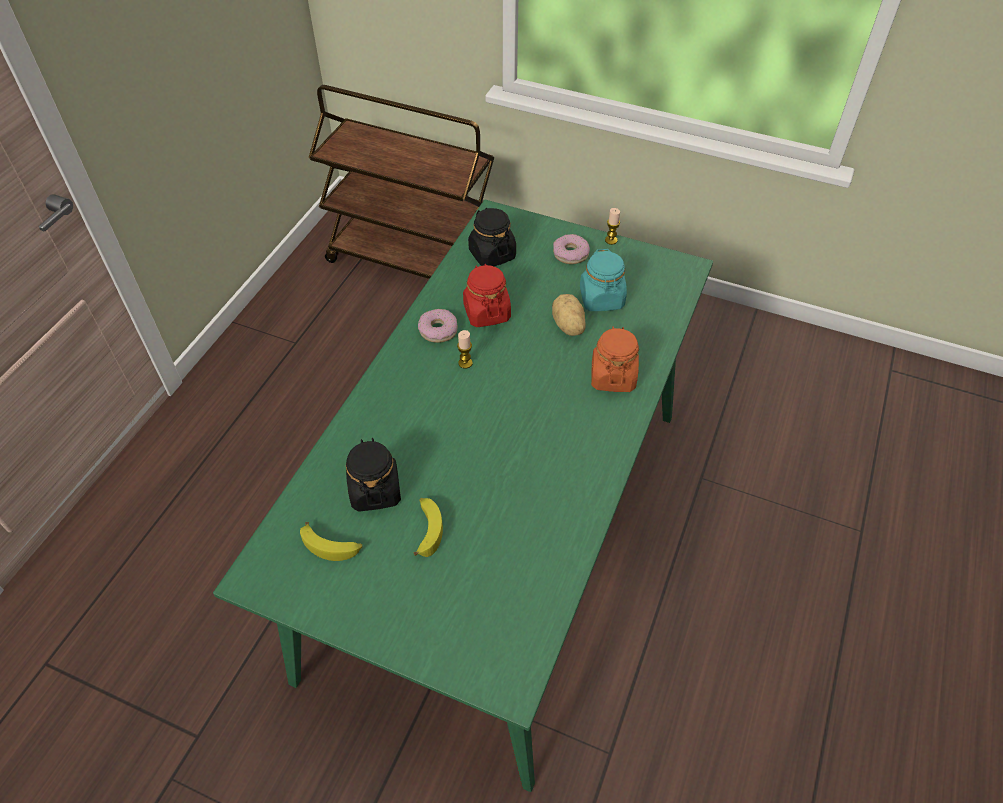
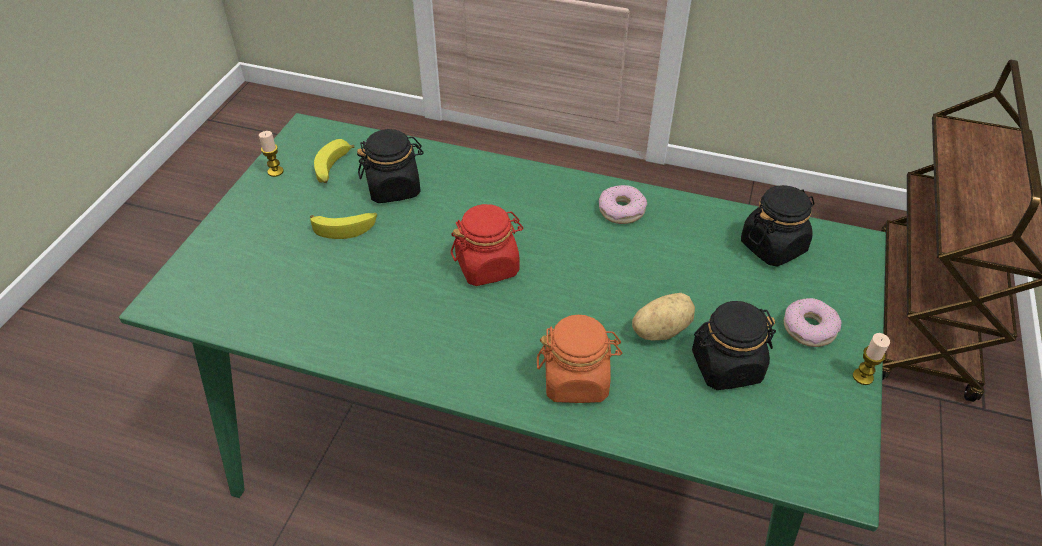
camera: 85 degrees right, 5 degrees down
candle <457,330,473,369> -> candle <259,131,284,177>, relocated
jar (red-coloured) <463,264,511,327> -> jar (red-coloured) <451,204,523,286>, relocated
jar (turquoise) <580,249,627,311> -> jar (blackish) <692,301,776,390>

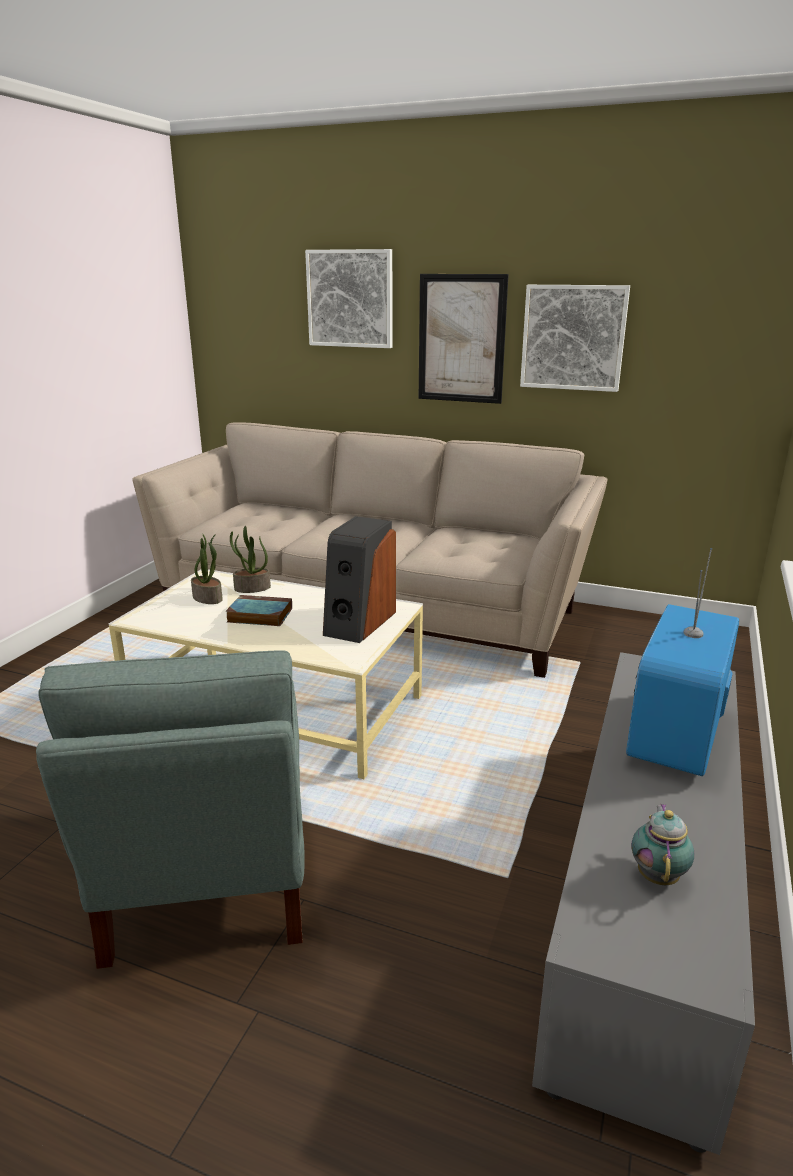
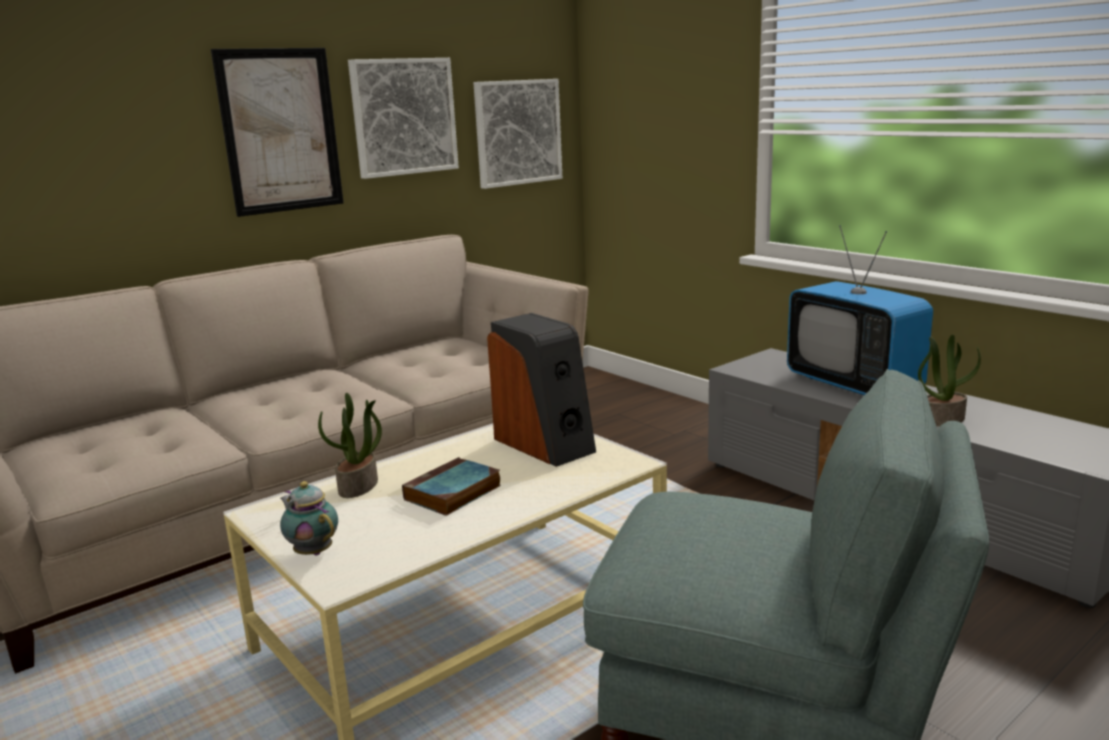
camera: 60 degrees left, 5 degrees down
houseplant <191,534,223,604> -> houseplant <918,335,981,426>, relocated
wall picture <305,249,393,348> -> wall picture <473,79,562,189>, relocated
tea pot <632,803,694,885> -> tea pot <280,481,338,555>, relocated

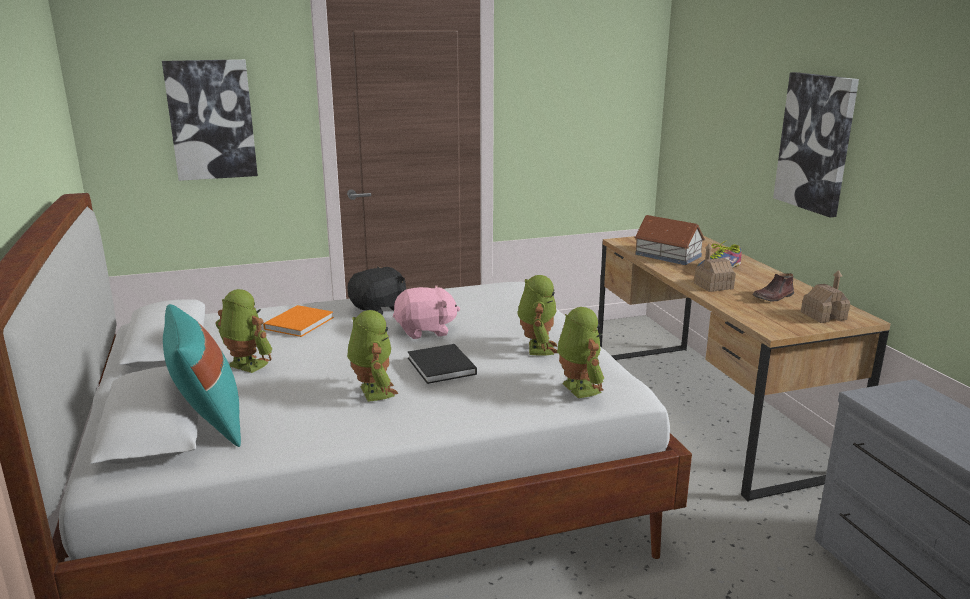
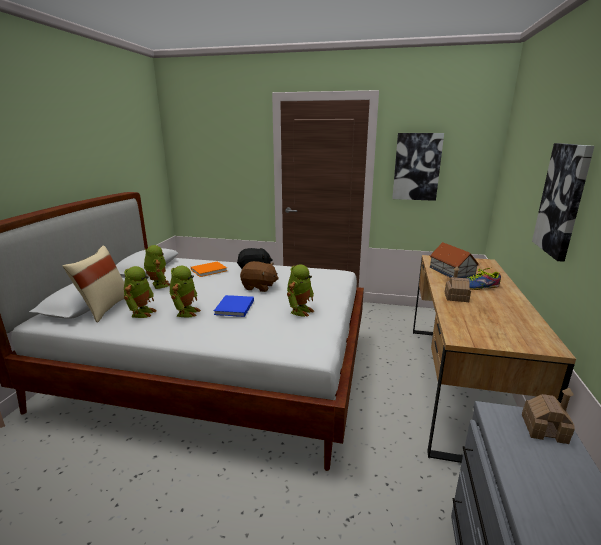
camera: 30 degrees right, 0 degrees up
shoe (brown-coloured) <752,273,794,301> -> none
wall picture <162,59,258,181> -> wall picture <392,133,444,201>, relocated
toy robot <557,307,604,398> -> toy robot <124,266,156,318>, relocated
toy house <801,270,850,323> -> toy house <522,388,575,444>, relocated
cushion (turquoise) <163,304,241,447> -> cushion (beige-coloured) <62,245,124,323>
plush toy (pink) <393,286,460,339> -> plush toy (brown-coloured) <240,261,279,292>
volume (blackish) <408,344,477,384> -> volume (bluish) <214,295,254,317>

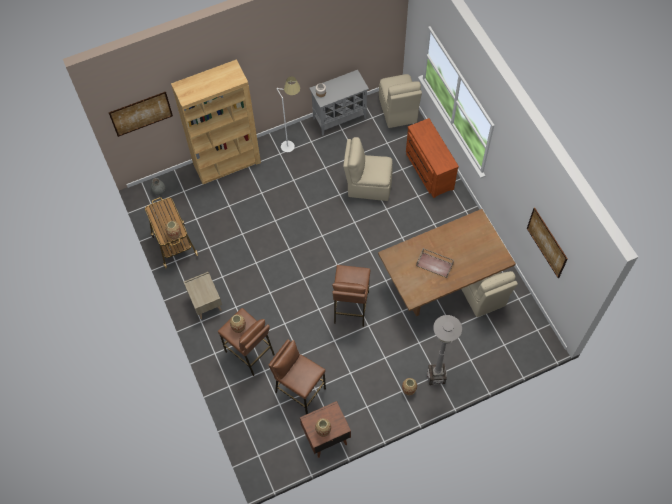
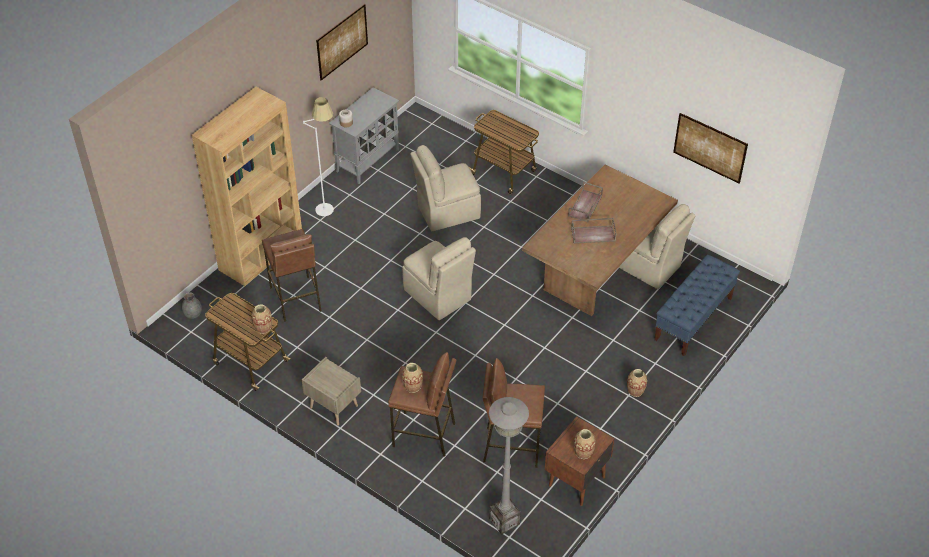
camera: 30 degrees left, 15 degrees down
none -> tray (brown-coloured) <568,182,603,222>
none -> long seat (bluish) <654,254,740,356>
wall picture <109,92,173,137> -> wall picture <316,4,368,80>, relocated
sitting stool (brown-coloured) <332,265,370,327> -> sitting stool (brown-coloured) <262,229,322,322>, relocated
upright chair (beige-coloured) <379,74,422,128> -> upright chair (beige-coloured) <402,237,476,320>, relocated
standard lamp (greyish) <427,315,462,385> -> standard lamp (greyish) <489,397,529,535>, relocated
dresser (brown-coloured) <406,118,459,198> -> cart <469,110,539,194>

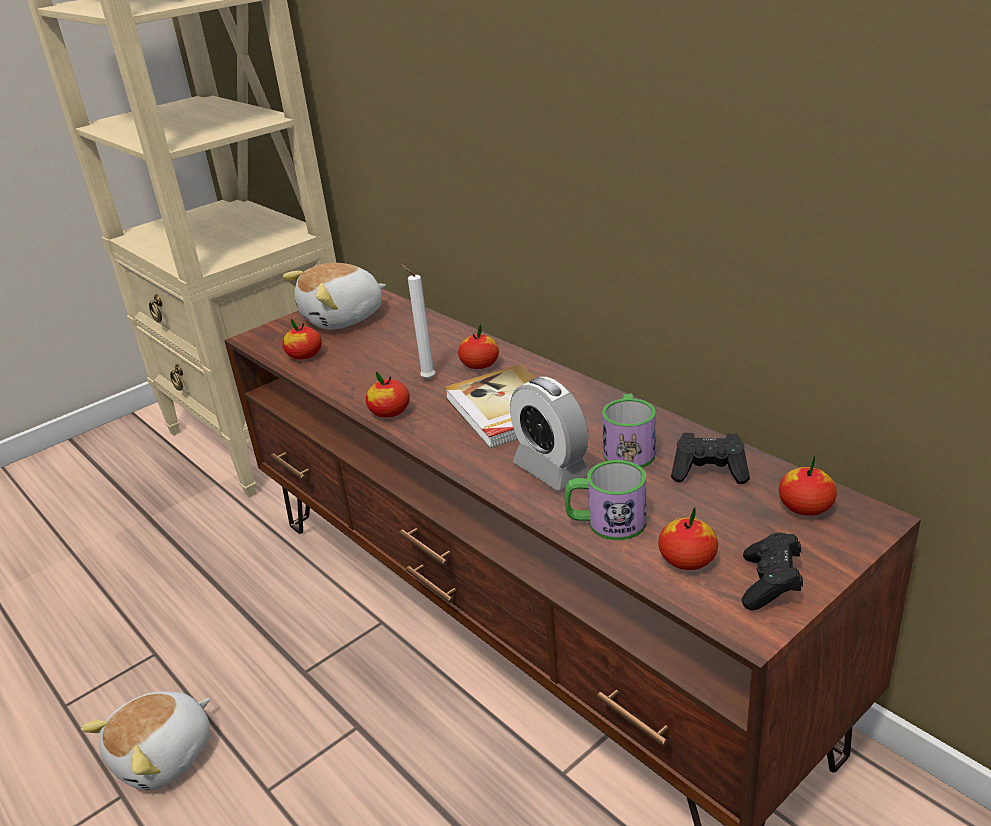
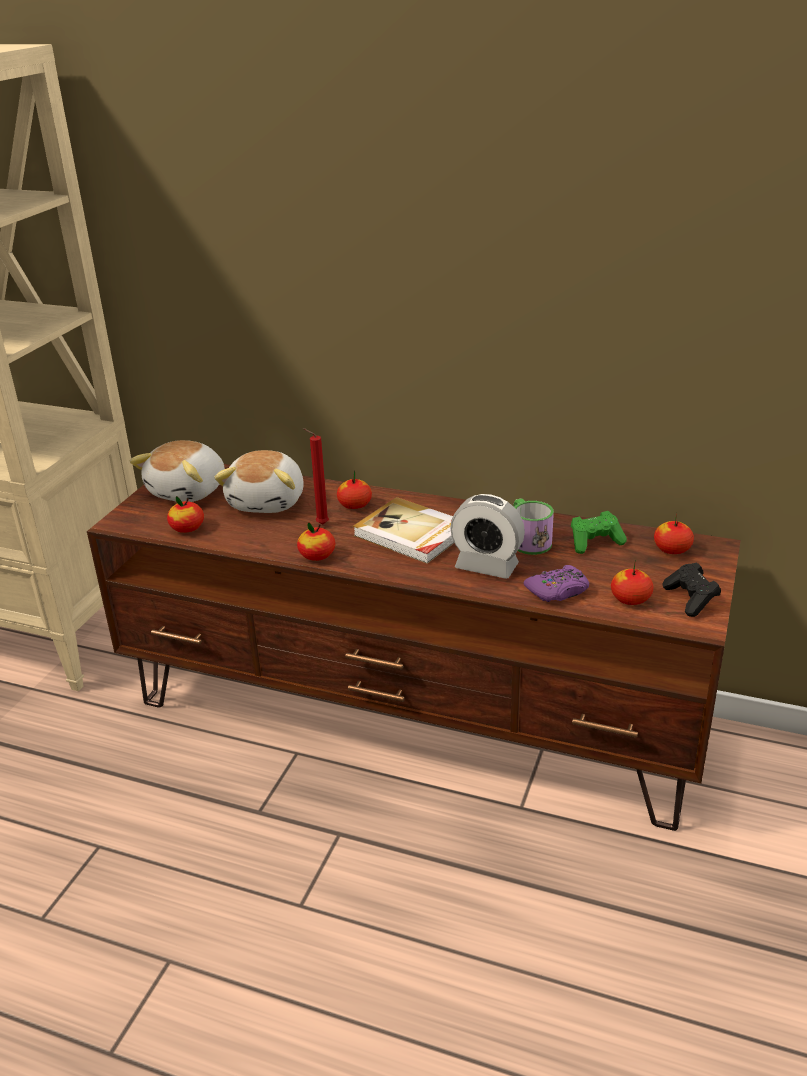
camera: 30 degrees left, 0 degrees up
plush toy <81,691,210,790> -> plush toy <214,450,304,513>, relocated
tea mug <564,460,646,540> -> game controller (purple-coloured) <524,565,589,602>
candle (white) <400,264,436,379> -> candle (red-coloured) <303,428,329,524>
game controller (blackish) <671,433,750,484> -> game controller (green-coloured) <571,511,627,554>

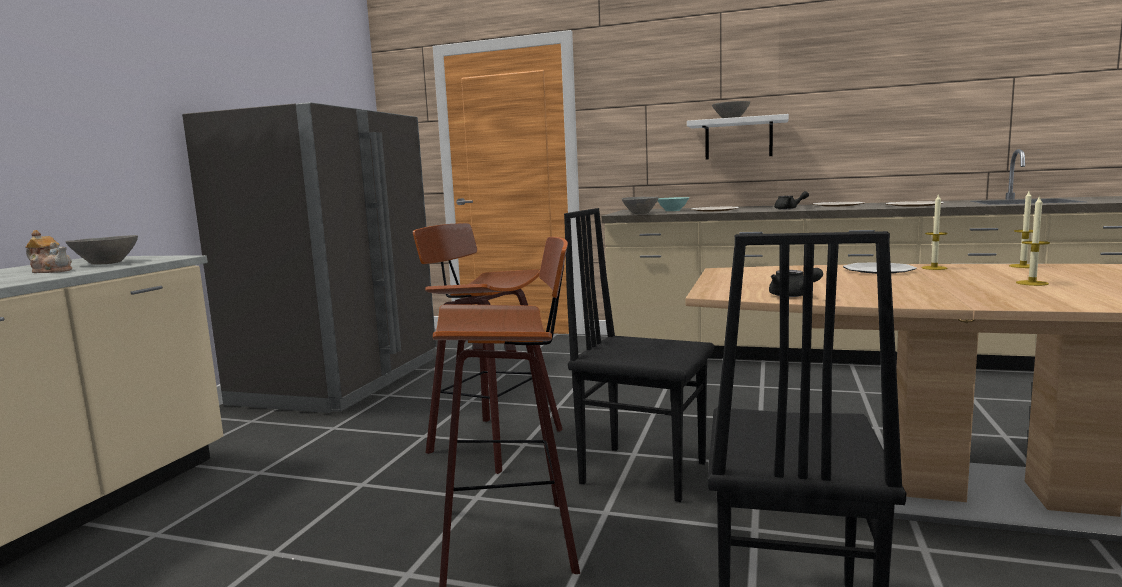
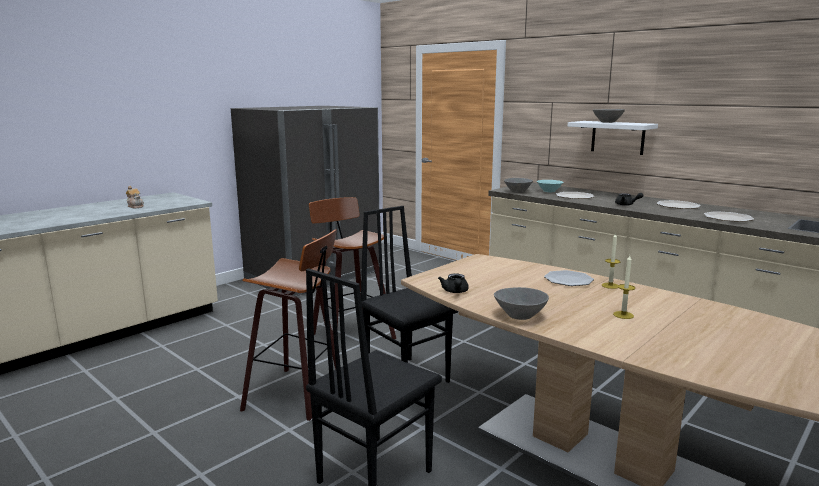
camera: 25 degrees right, 5 degrees up
candle <1009,191,1033,268> -> none
serving bowl (greyish) <66,235,138,265> -> serving bowl (greyish) <494,287,549,320>, relocated

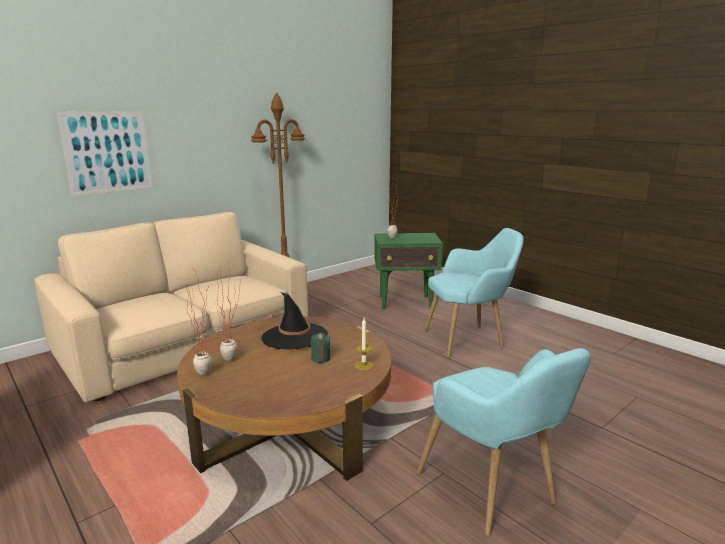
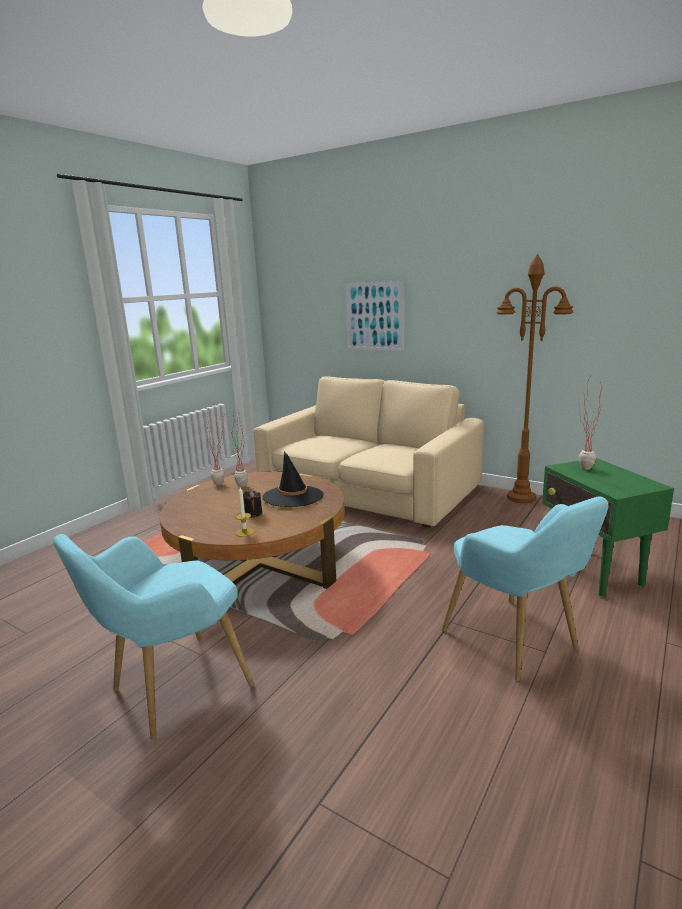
camera: 75 degrees right, 0 degrees up
candle (green-coloured) <310,333,330,363> -> candle (blackish) <243,491,262,518>

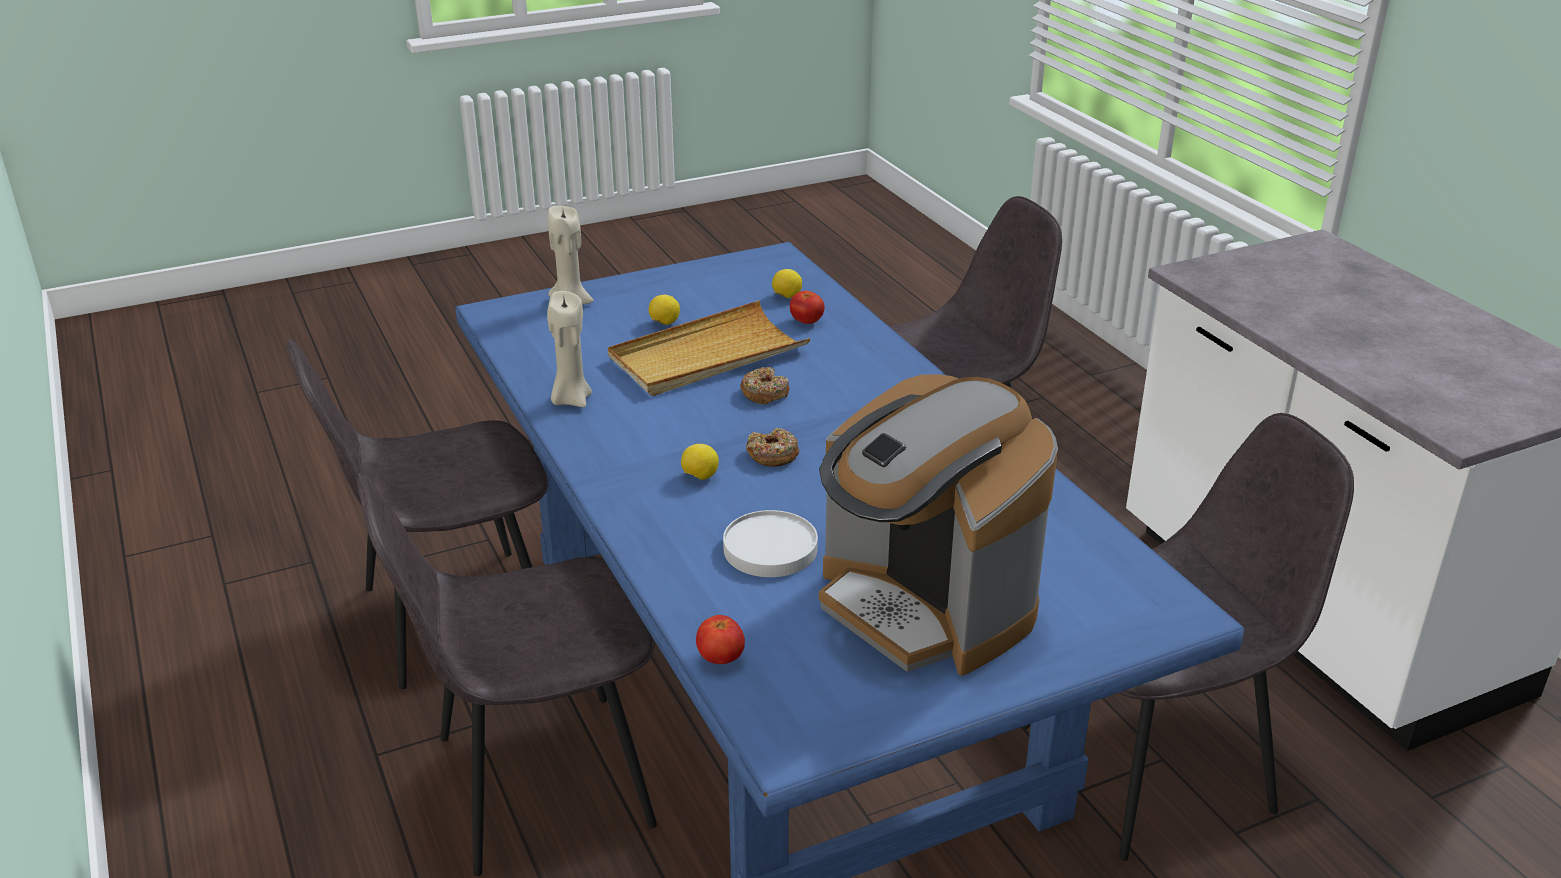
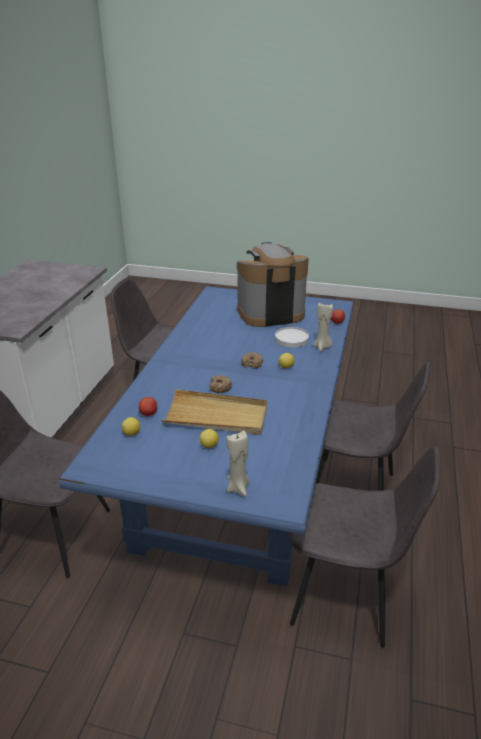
camera: 140 degrees left, 0 degrees up
candle (beige-coloured) <547,291,592,407> -> candle (beige-coloured) <313,302,333,351>, relocated
coffee maker <819,374,1058,676> -> coffee maker <237,242,309,327>, 105 degrees counterclockwise

